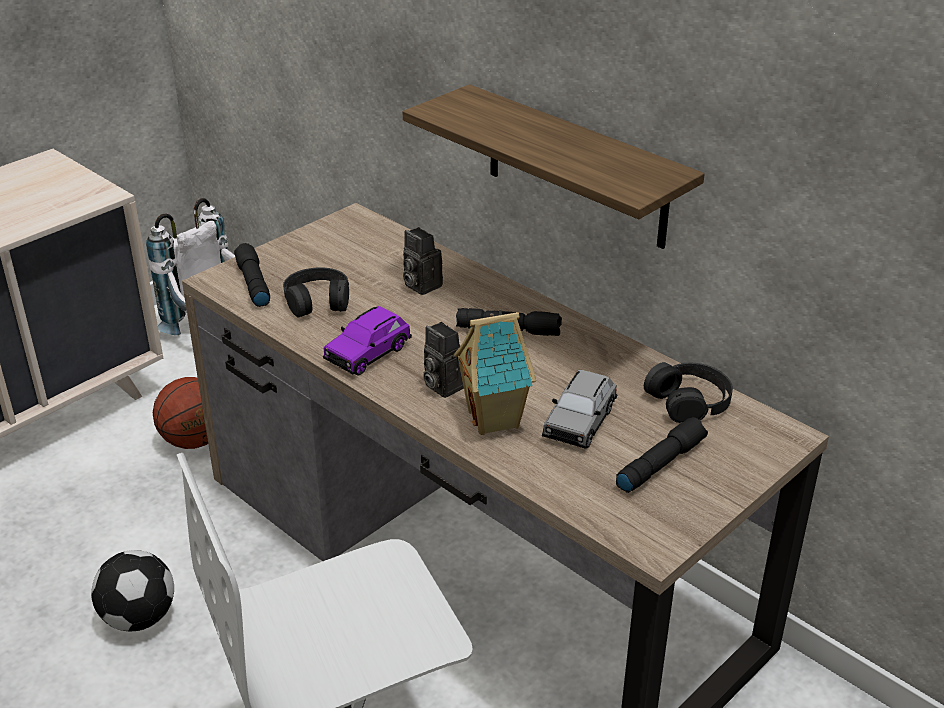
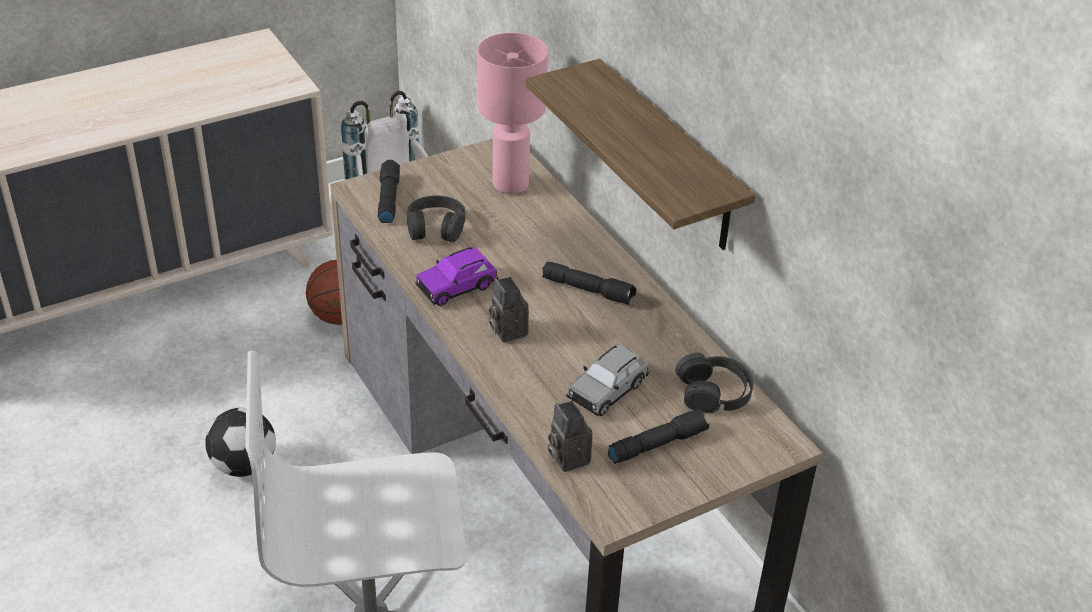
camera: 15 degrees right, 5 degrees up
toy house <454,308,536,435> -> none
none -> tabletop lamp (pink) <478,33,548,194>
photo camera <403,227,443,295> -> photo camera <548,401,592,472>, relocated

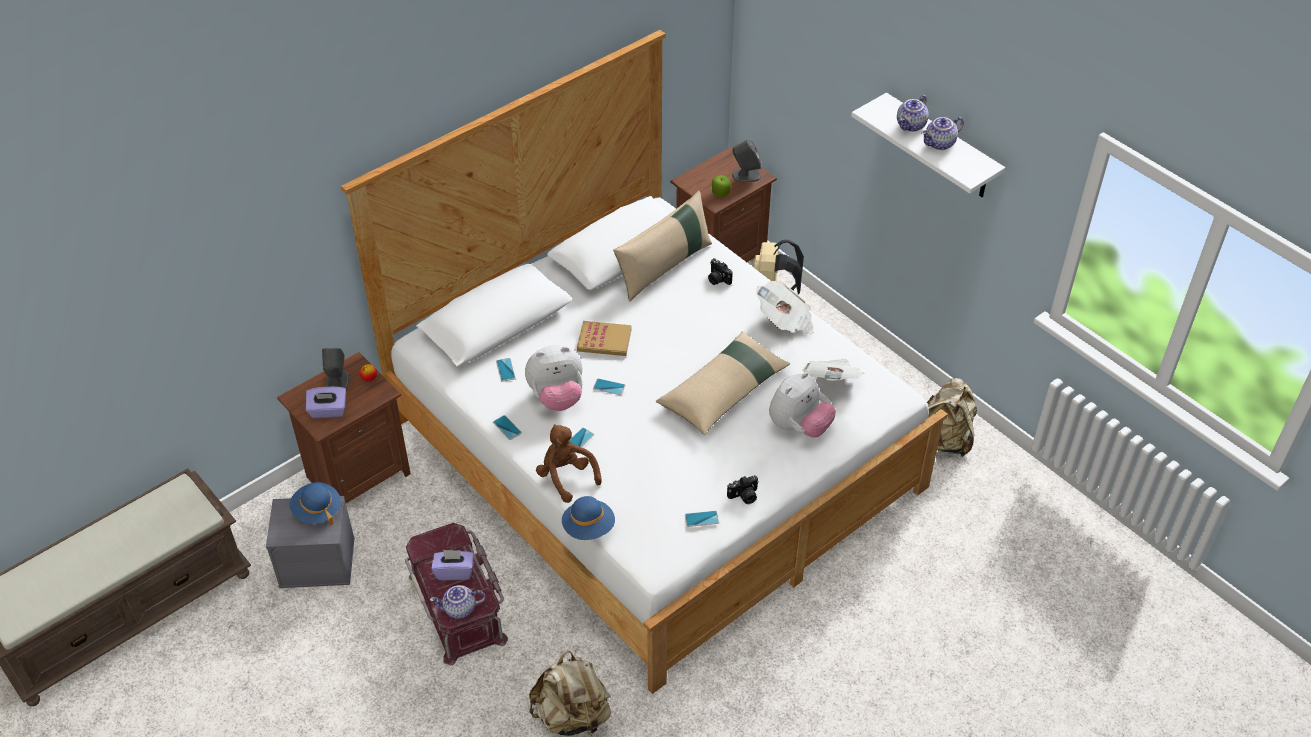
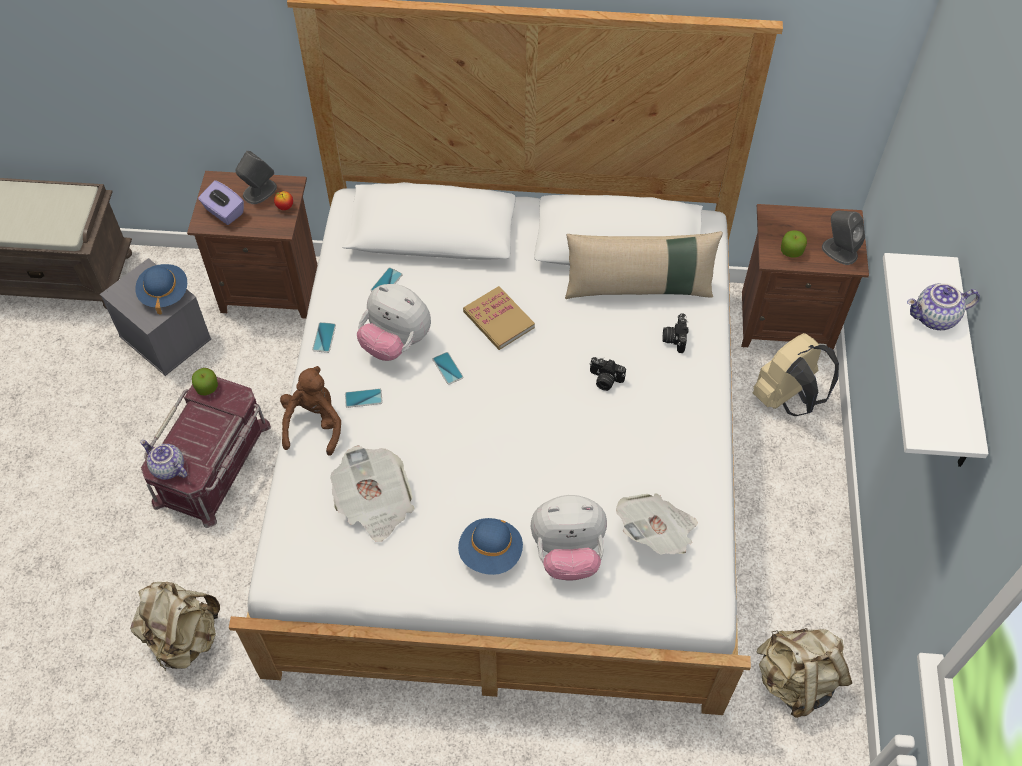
camera: 45 degrees right, 10 degrees up
box of tissues (purple-coloured) <431,550,474,580> -> none
cushion (beige-coloured) <656,331,790,435> -> none
telephone <685,511,719,527> -> none
tea pot <921,117,964,150> -> none
none -> whole apple <192,368,218,395>
wearable hat (bluish) <562,496,615,540> -> wearable hat (bluish) <458,518,523,575>, relocated
photo camera <727,476,759,504> -> photo camera <590,357,626,391>, relocated
daily paper <756,281,814,334> -> daily paper <330,445,414,542>, relocated

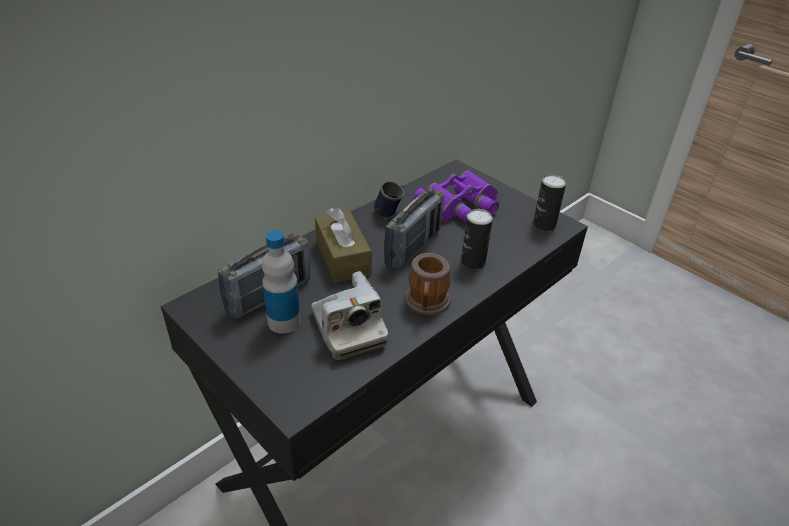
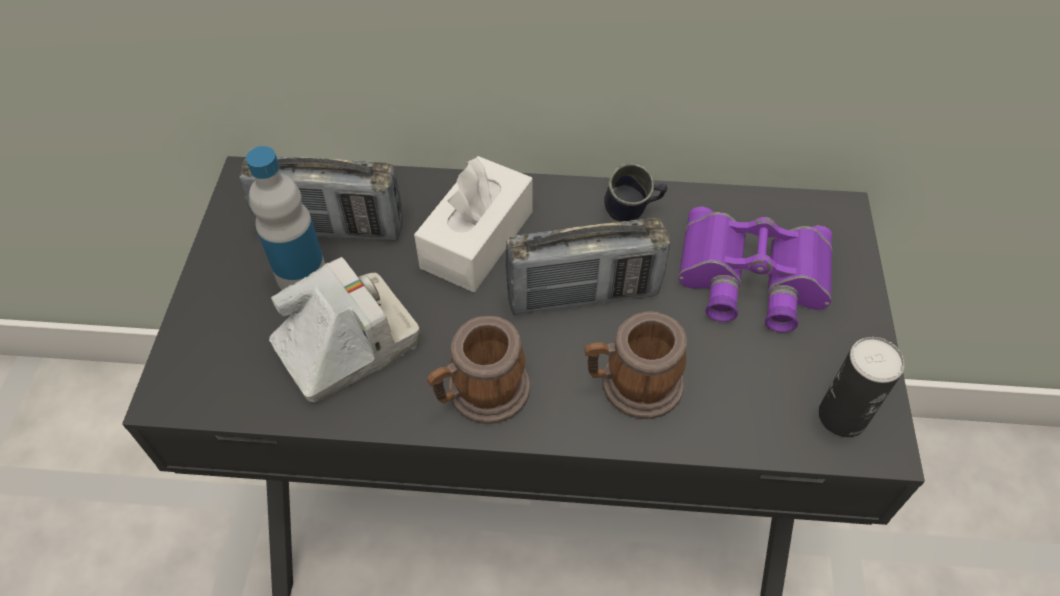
camera: 50 degrees right, 15 degrees up
sealed can <461,209,493,270> -> tea mug <585,311,687,419>
box of tissues (brown-coloured) <315,208,372,283> -> box of tissues (white) <414,156,532,292>
photo camera <312,271,388,360> -> photo camera <269,257,420,403>, 150 degrees counterclockwise

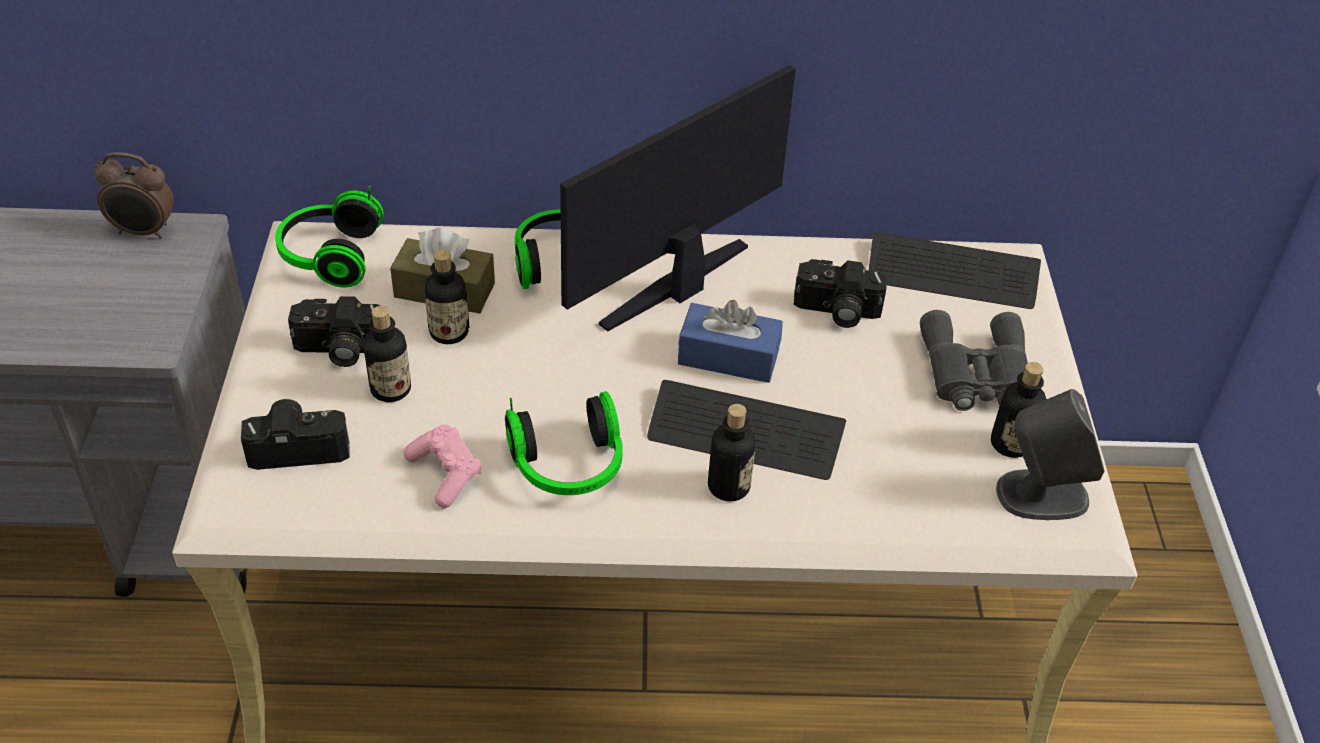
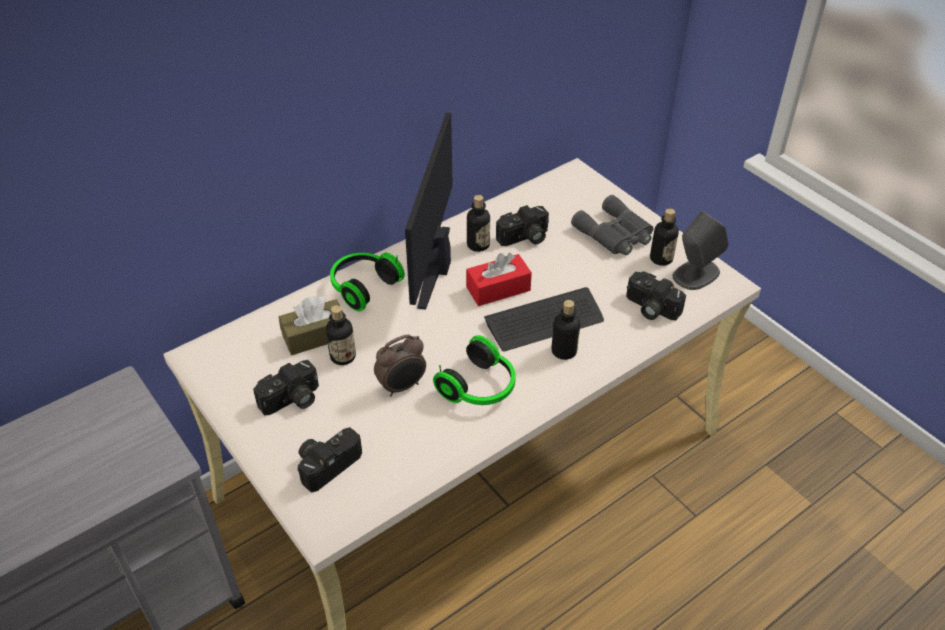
camera: 35 degrees left, 0 degrees up
pair of headphones <275,186,384,287> -> none
game controller (pink) <403,425,482,508> -> none
PC keyboard <868,232,1041,309> -> none
none -> photo camera <626,271,686,321>
alarm clock <95,152,174,239> -> alarm clock <374,334,426,397>, relocated
drink bottle <363,306,411,402> -> drink bottle <467,195,490,252>, relocated
box of tissues (bluish) <678,300,783,383> -> box of tissues (red-coloured) <466,253,532,306>

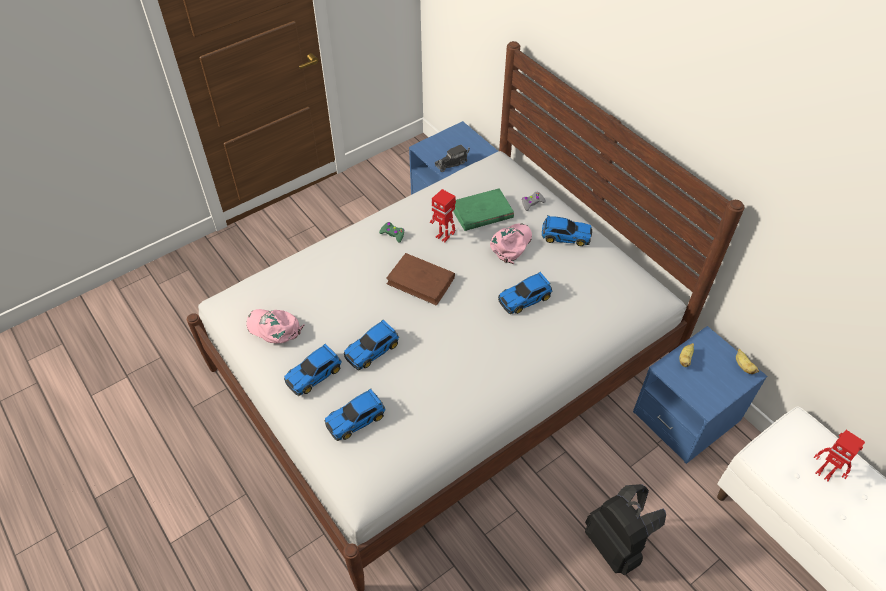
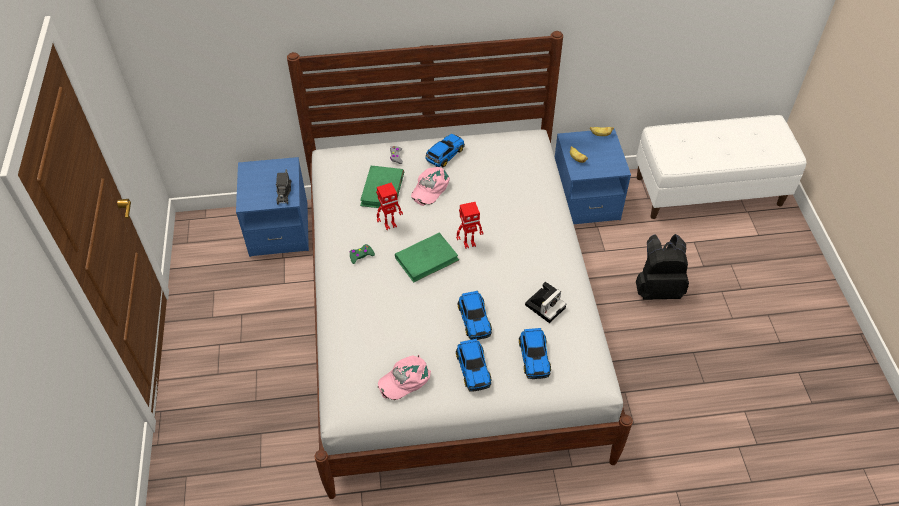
camera: 60 degrees left, 0 degrees up
miniature car <498,272,552,314> -> none
none -> photo camera <525,282,566,323>
toy robot <814,430,865,482> -> toy robot <456,202,484,249>, relocated
volume (brown-coloured) <386,253,455,306> -> volume (green-coloured) <395,232,459,283>
peaked cap (pink) <490,223,532,264> -> peaked cap (pink) <411,167,450,206>, 120 degrees counterclockwise

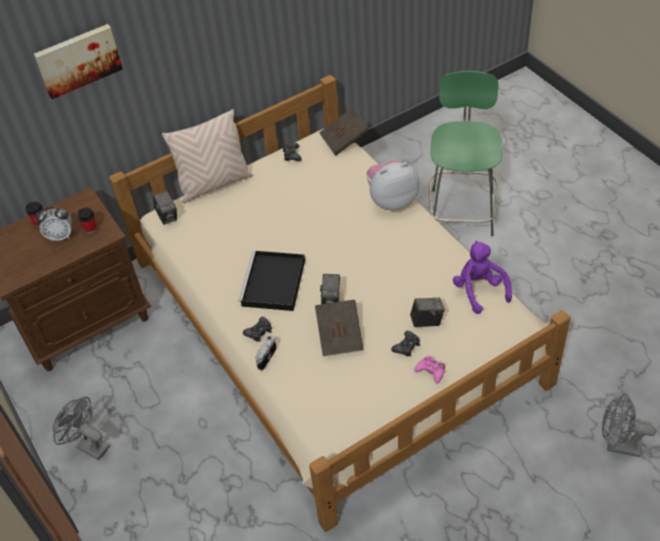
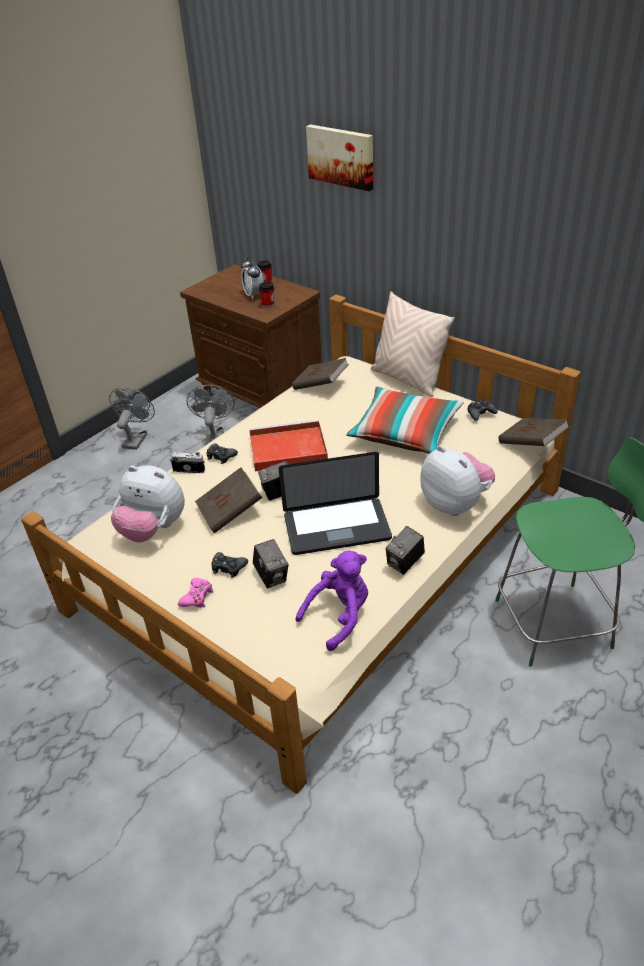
camera: 70 degrees right, 10 degrees down
none -> plush toy <111,465,185,542>
none -> laptop <279,452,392,555>
none -> volume (brown-coloured) <292,358,349,390>
none -> cushion <346,387,464,454>
photo camera <153,191,177,225> -> photo camera <386,526,425,575>, relocated
electric fan (greyish) <602,394,656,457> -> electric fan (greyish) <187,385,234,445>, relocated
tray (blackish) <238,251,305,311> -> tray (red-coloured) <249,420,328,471>

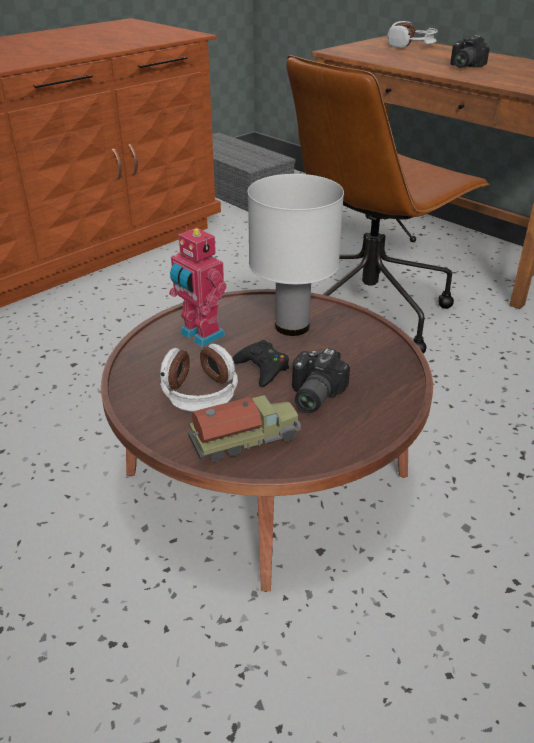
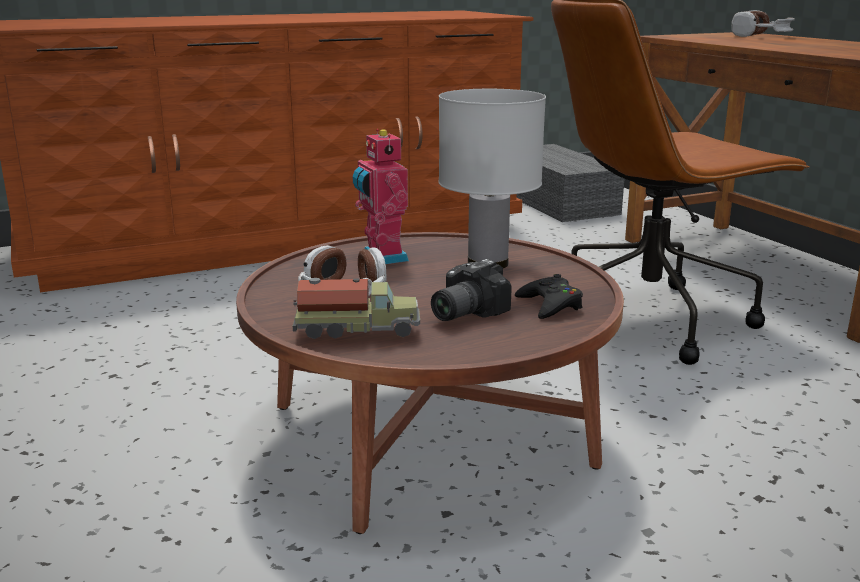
camera: 20 degrees right, 15 degrees down
photo camera <450,35,489,68> -> none
game controller (blackish) <232,340,289,387> -> game controller (blackish) <515,274,583,319>, relocated

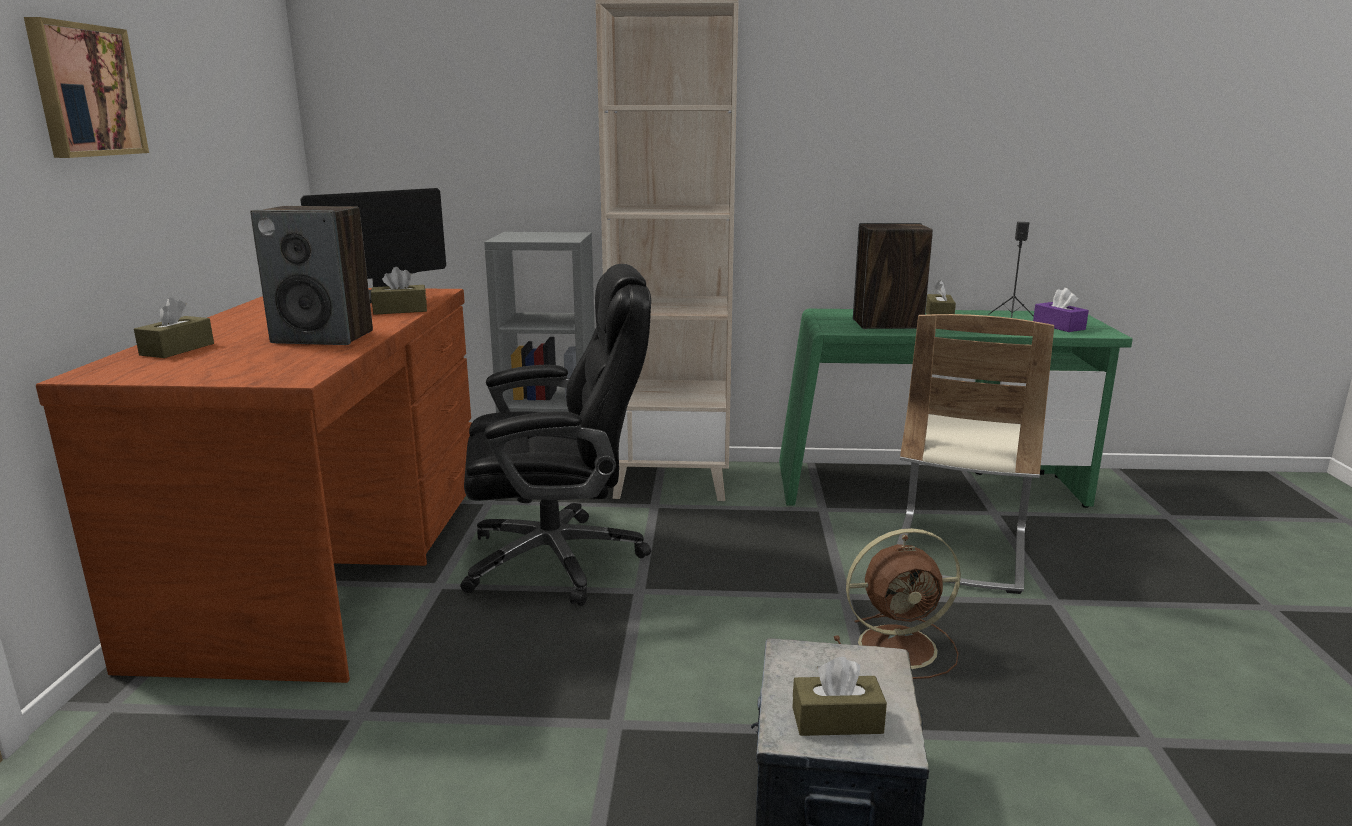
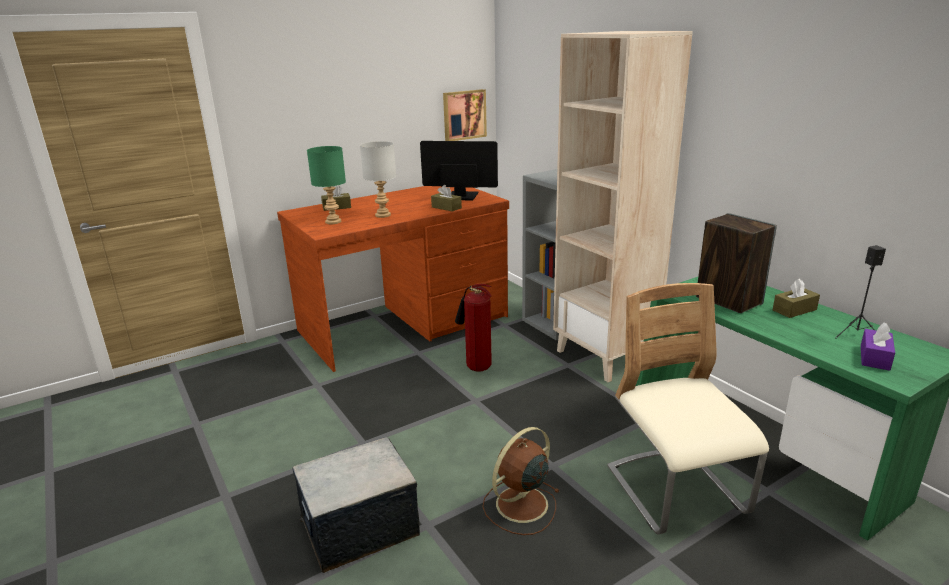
camera: 55 degrees right, 5 degrees up
box of tissues (brown-coloured) <793,657,887,736> -> none
none -> tabletop lamp (green-coloured) <307,146,346,224>
wall picture <24,17,149,158> -> wall picture <443,89,487,141>, relocated
speaker <250,206,373,345> -> tabletop lamp (greyish) <360,141,396,218>
computer chair (blackish) <460,264,651,606> -> extinguisher <455,284,492,372>
electric fan (brown-coloured) <834,528,961,679> -> electric fan (brown-coloured) <482,427,560,535>, 90 degrees clockwise
upright chair (beige-coloured) <897,314,1054,594> -> upright chair (beige-coloured) <607,283,769,534>, 90 degrees clockwise

